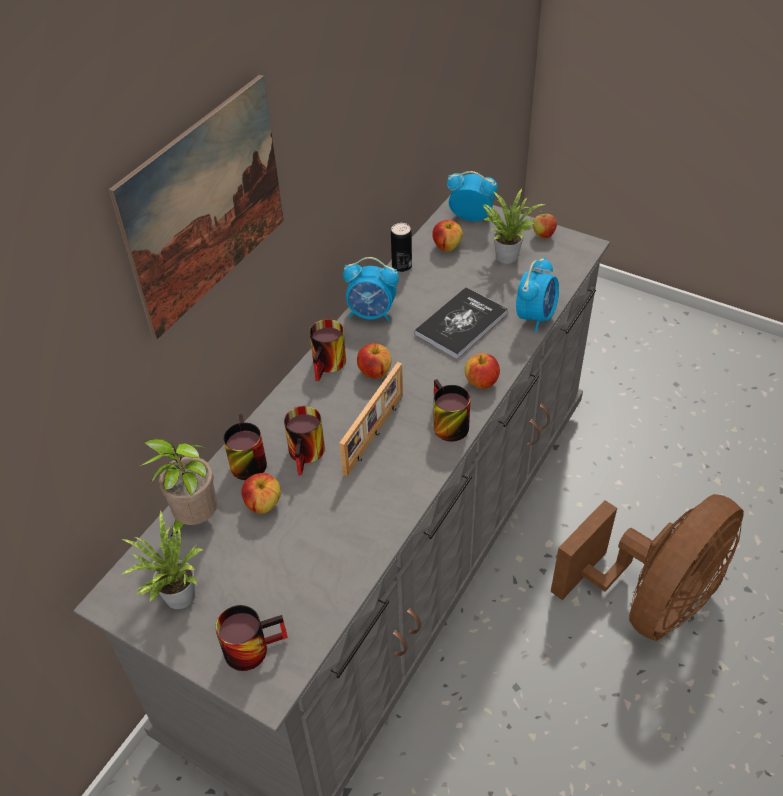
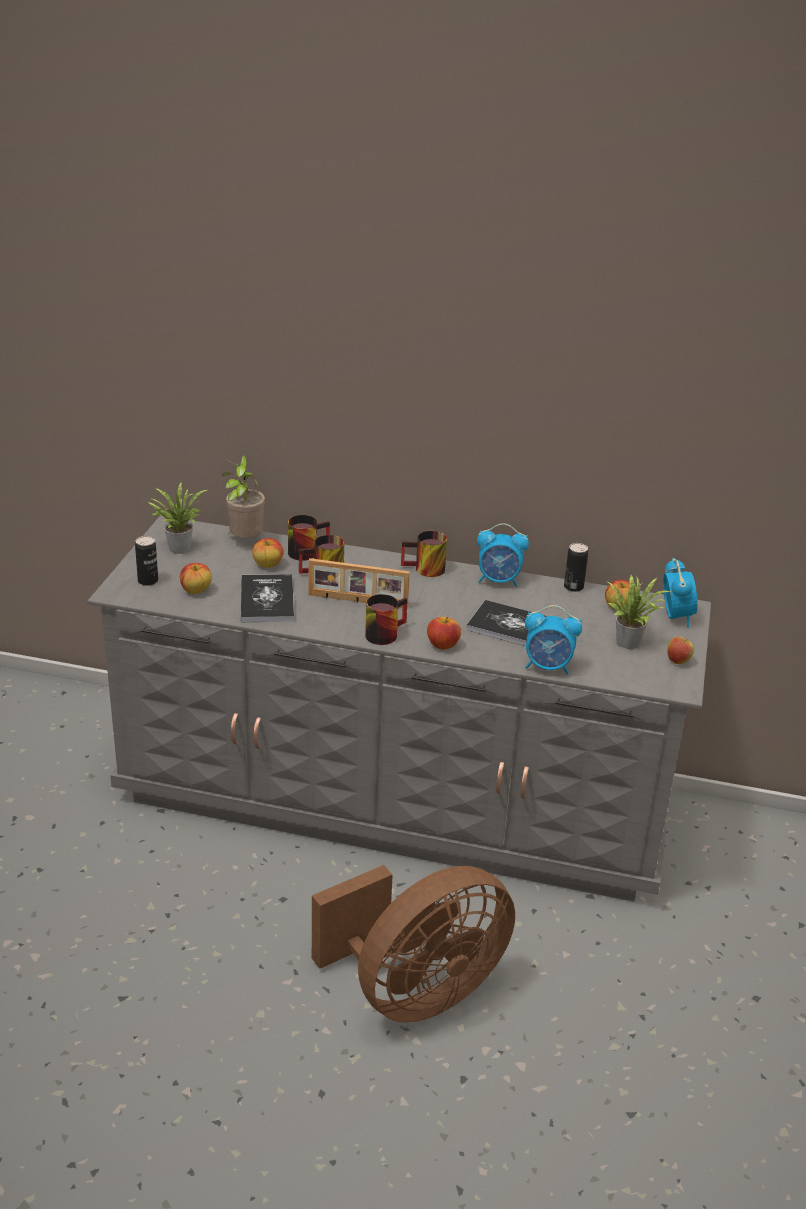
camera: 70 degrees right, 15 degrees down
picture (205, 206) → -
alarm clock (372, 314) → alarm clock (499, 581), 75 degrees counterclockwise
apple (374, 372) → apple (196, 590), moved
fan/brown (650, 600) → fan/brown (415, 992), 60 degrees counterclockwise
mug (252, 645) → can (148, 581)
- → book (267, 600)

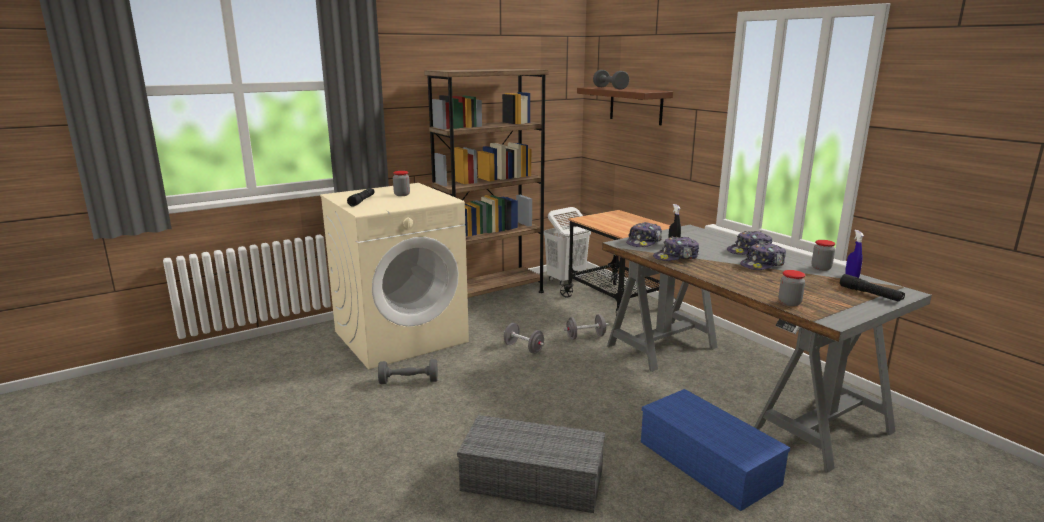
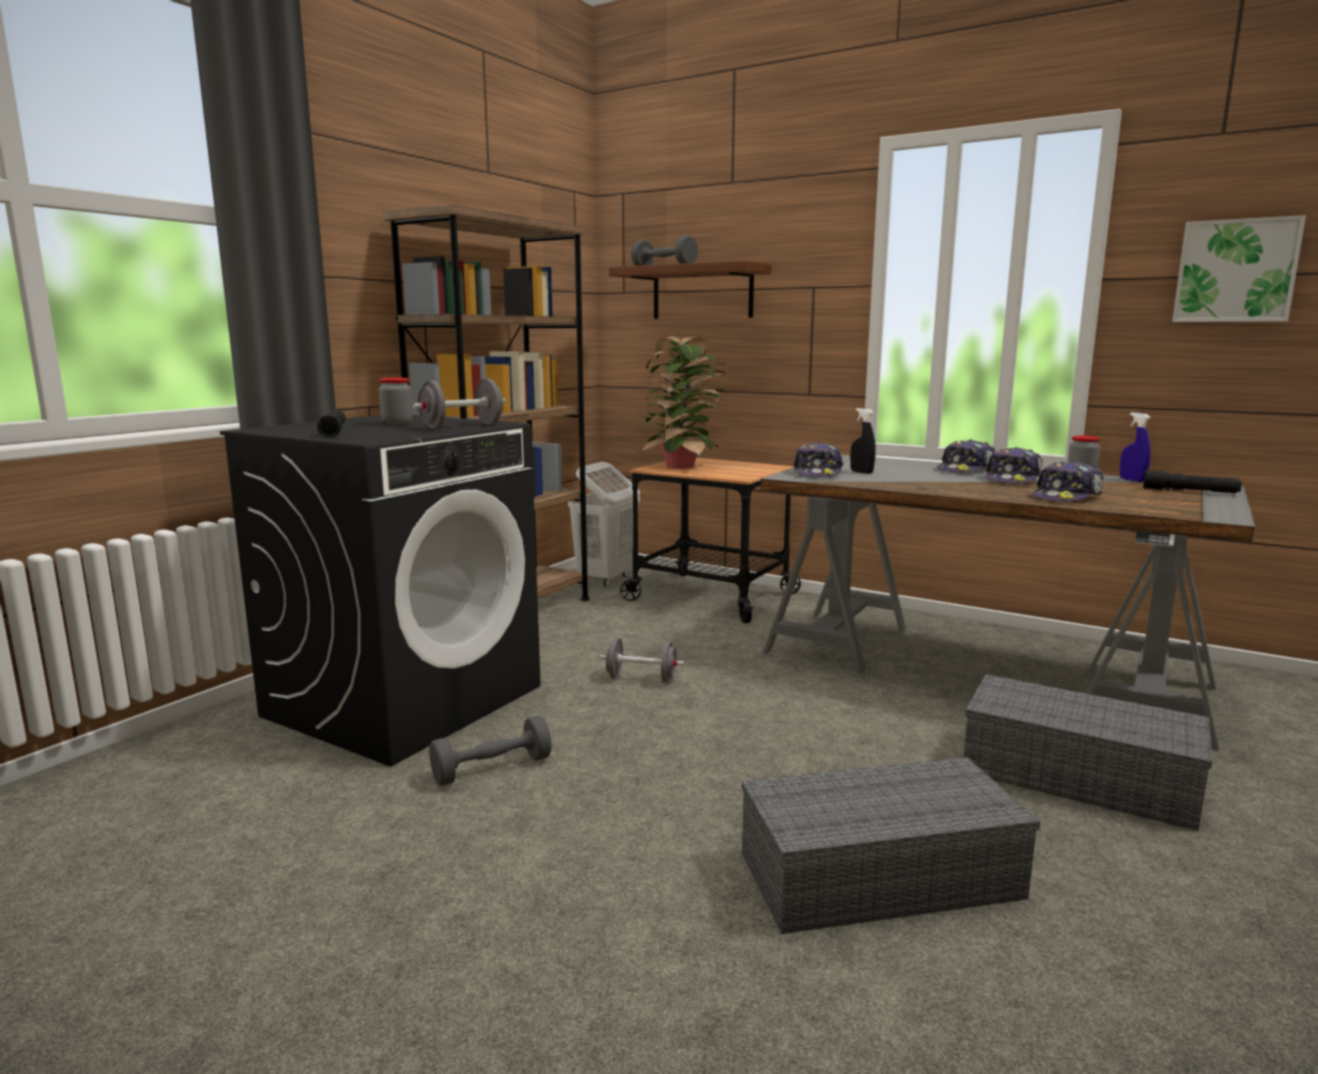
camera: 25 degrees left, 5 degrees down
washing machine/beige (401, 336) → washing machine/black (405, 700)
cap (676, 257) → cap (1067, 497), moved
jar (789, 303) → -
dumbbell/grey (585, 337) → dumbbell/grey (462, 426), moved
storage box/blue (710, 463) → storage box/grey (1081, 776)
- → picture (1235, 271)
- → potted plant (683, 466)

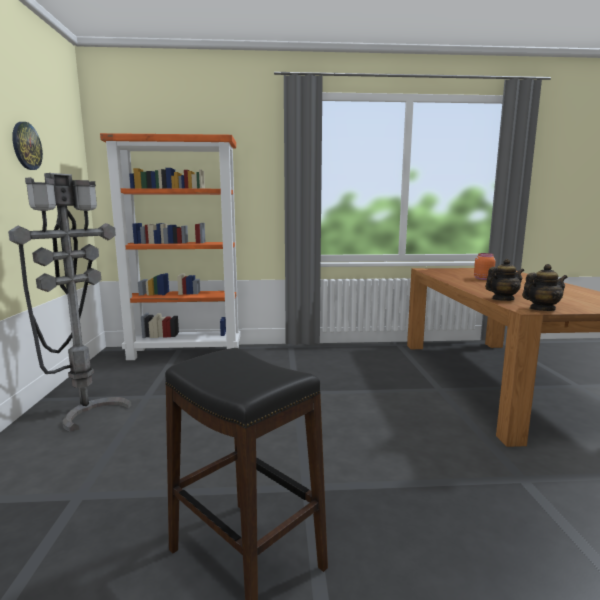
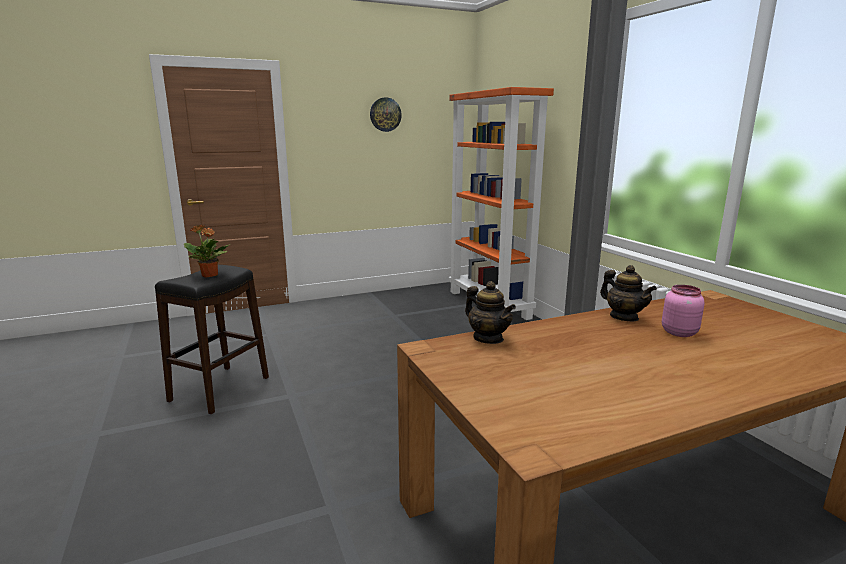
camera: 70 degrees right, 5 degrees up
floor lamp/grey (87, 410) → -
jar/orange (482, 278) → jar/pink (679, 332)
teapot (541, 309) → teapot (624, 317), moved
- → potted plant (210, 275)

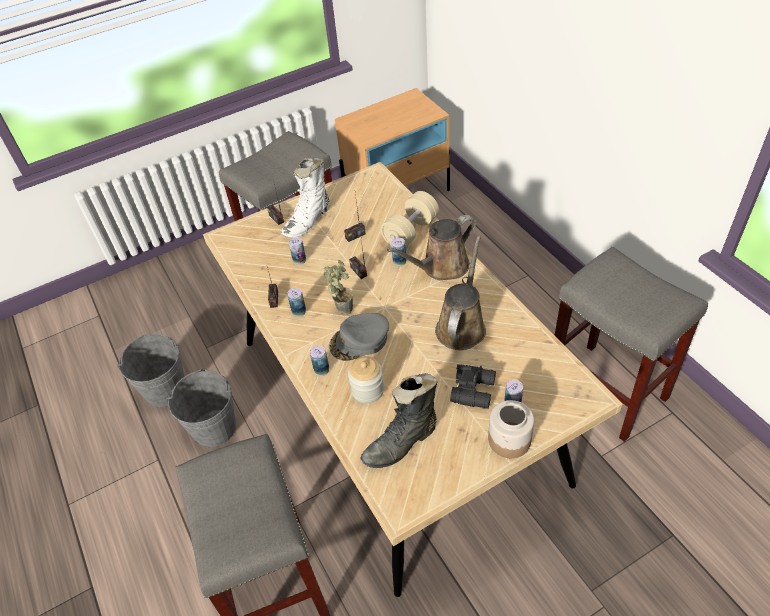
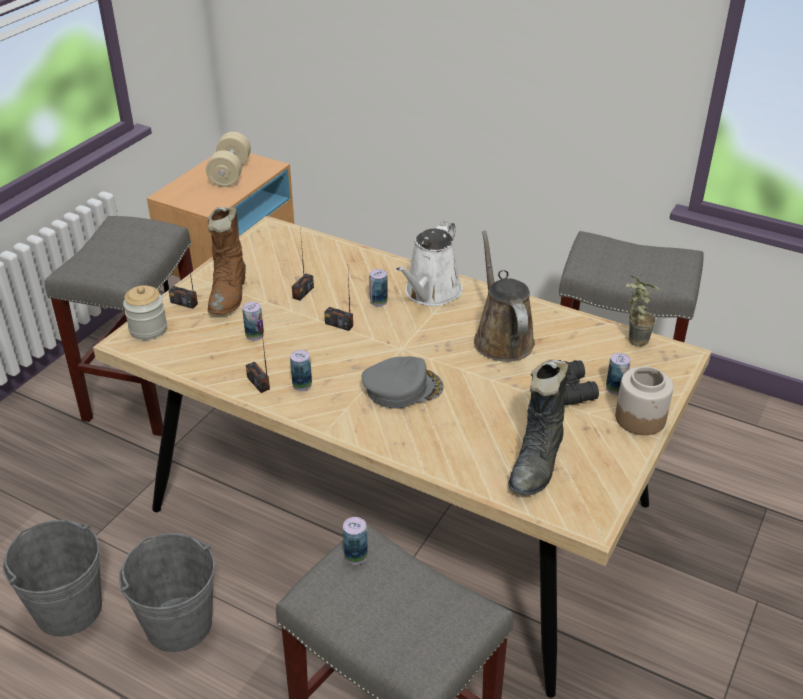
camera: 35 degrees left, 10 degrees down
boot/white (308, 221) → boot/brown (229, 294)
dumbbell/beige (410, 232) → dumbbell/beige (230, 173), moved
watering can/brown (441, 267) → watering can/white (430, 293)
potted plant (343, 306) → potted plant (632, 339), moved
cap/grey (360, 341) → cap/grey (402, 388), 135 degrees counterclockwise
can (321, 370) → can (355, 556), moved
jar (367, 390) → jar (148, 329), moved

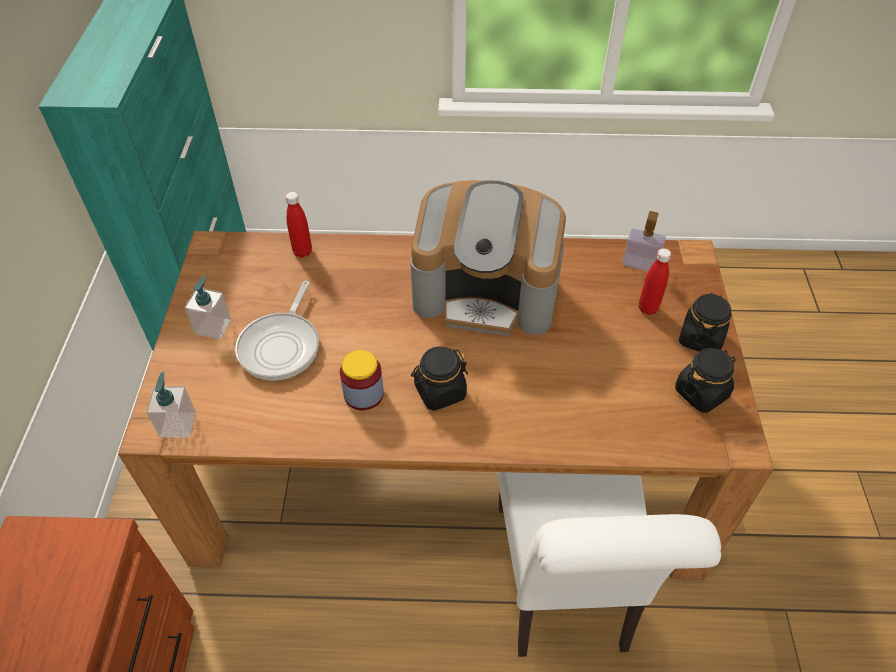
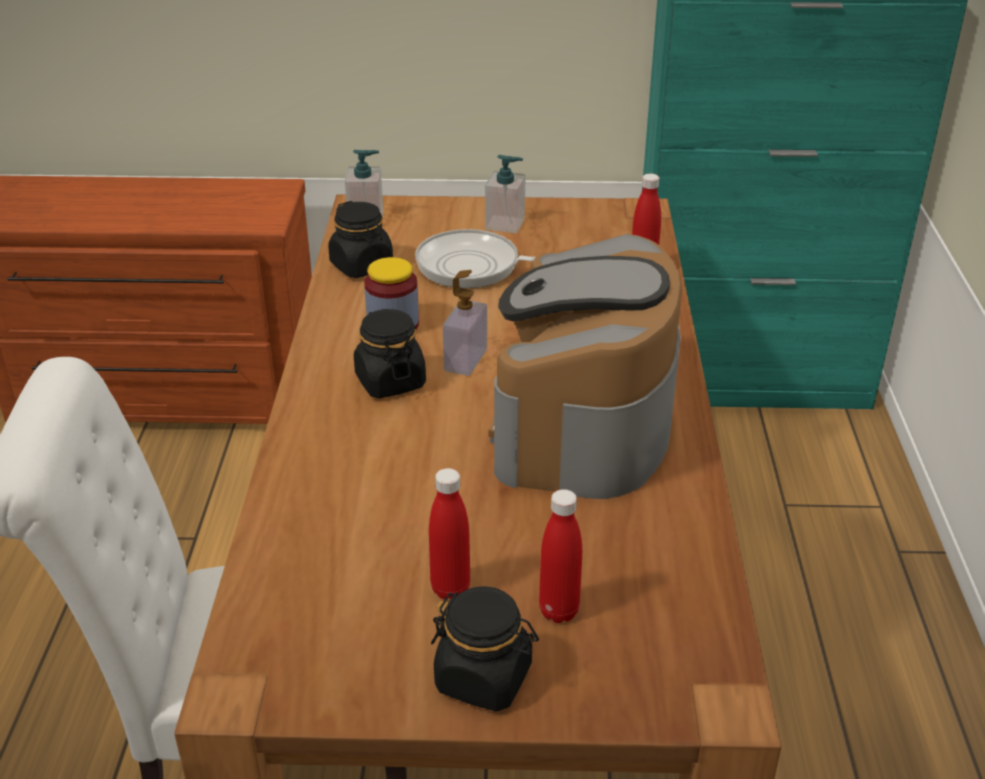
camera: 90 degrees right, 15 degrees down
soap dispenser (640, 263) → soap dispenser (465, 360), moved
jar/black (701, 392) → jar/black (362, 266), moved
- → bottle/red (450, 589)

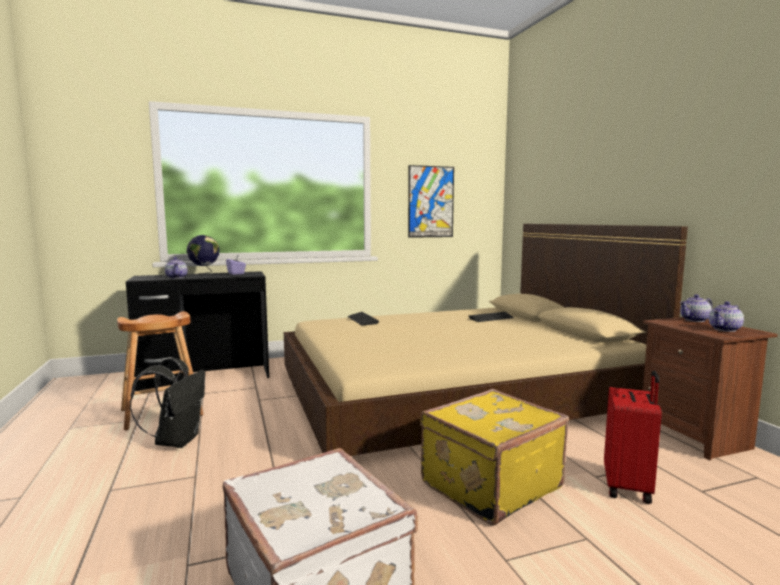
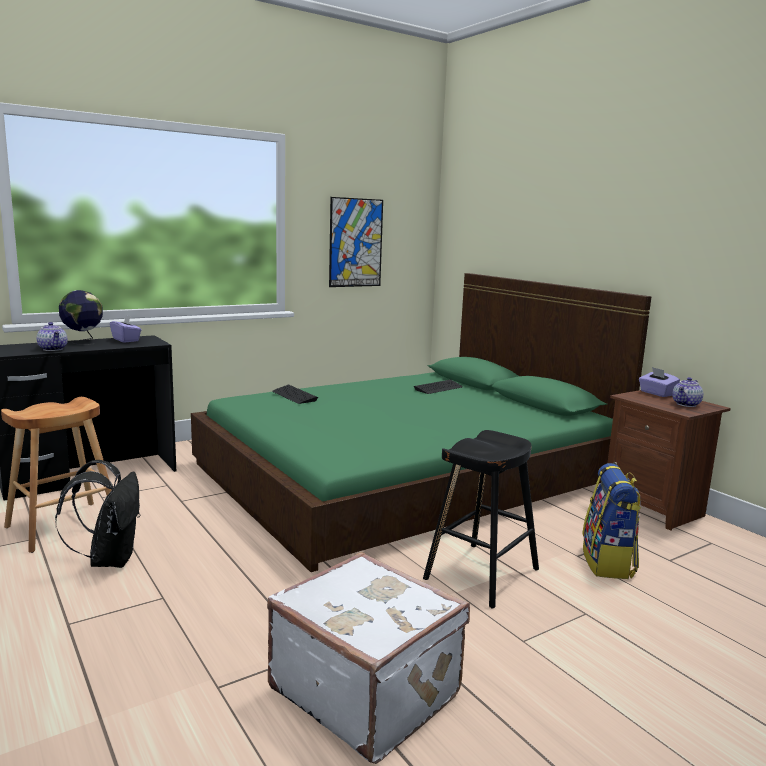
camera: 15 degrees left, 5 degrees up
bed/beige (457, 389) → bed/green (409, 473)
teapot (695, 320) → tissue box/purple (656, 393)
suitcase/red (628, 487) → backpack (608, 563)
suitcase/yellow (488, 484) → stool/black (482, 574)

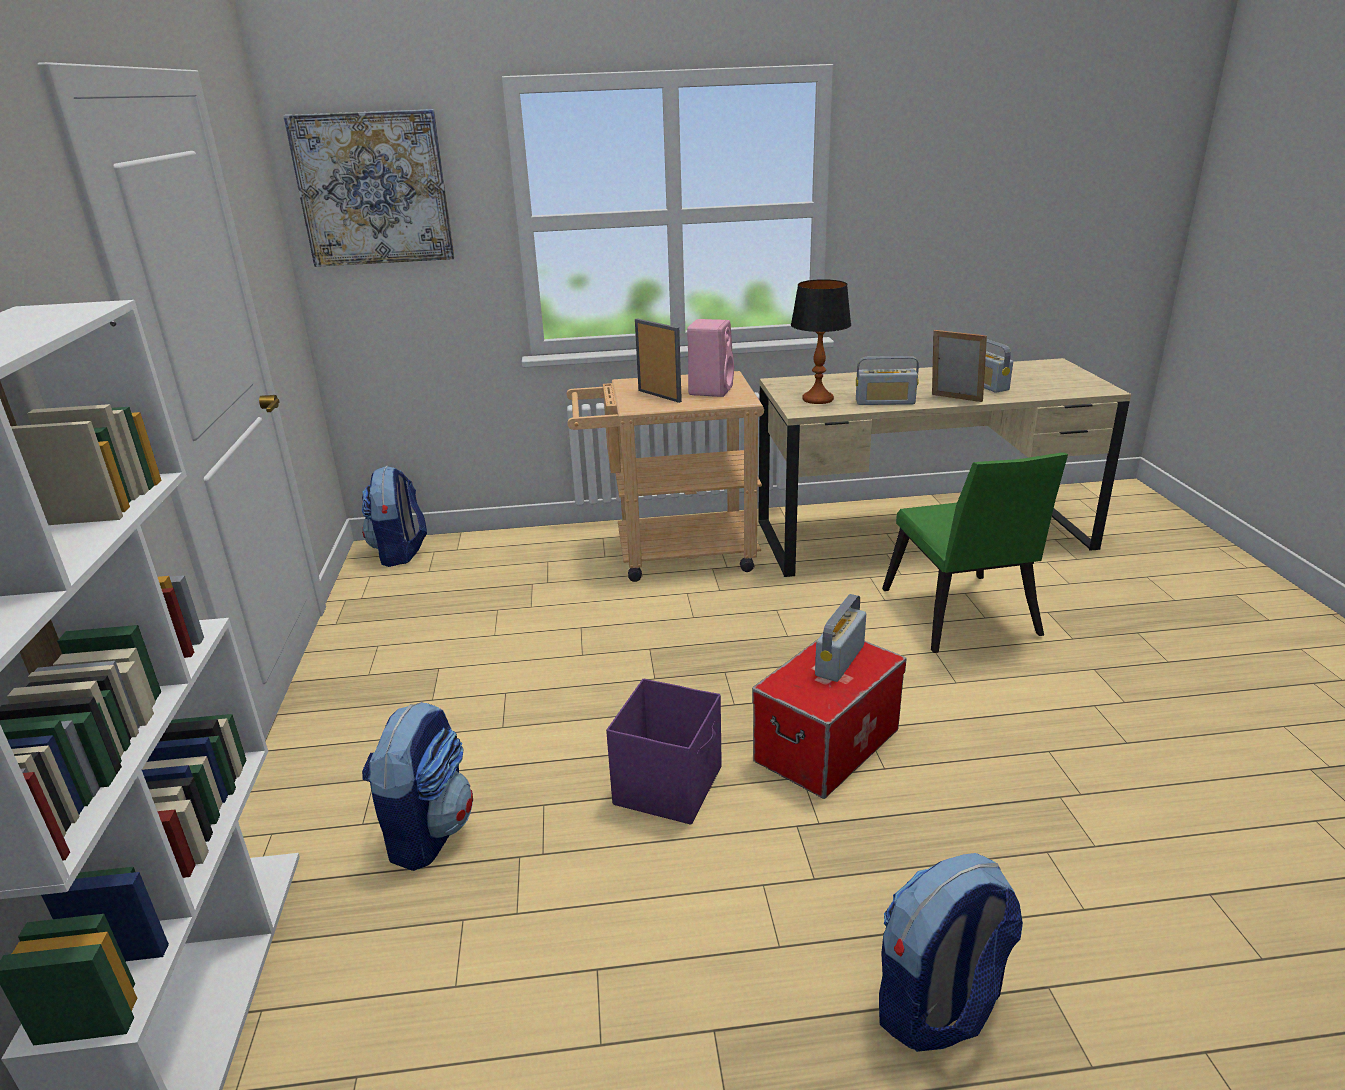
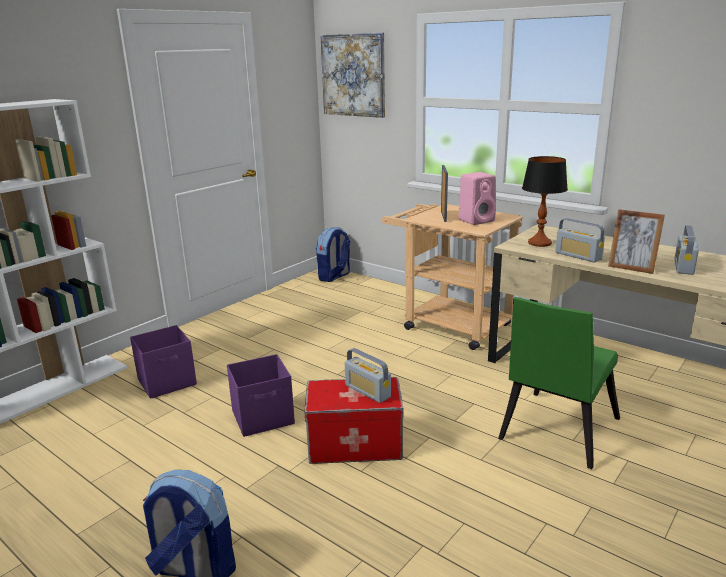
camera: 45 degrees right, 5 degrees down
picture frame (954, 400) → picture frame (631, 268), 135 degrees clockwise
radio (839, 660) → radio (367, 391), 120 degrees counterclockwise
backpack (428, 831) → storage box/purple (168, 382)

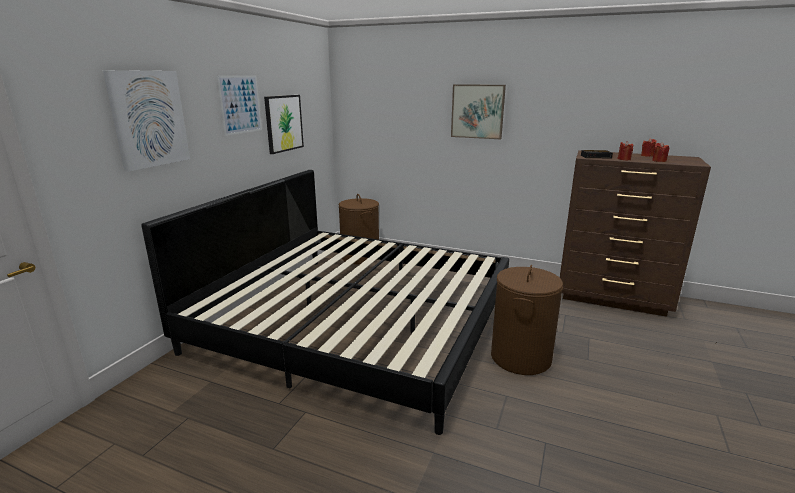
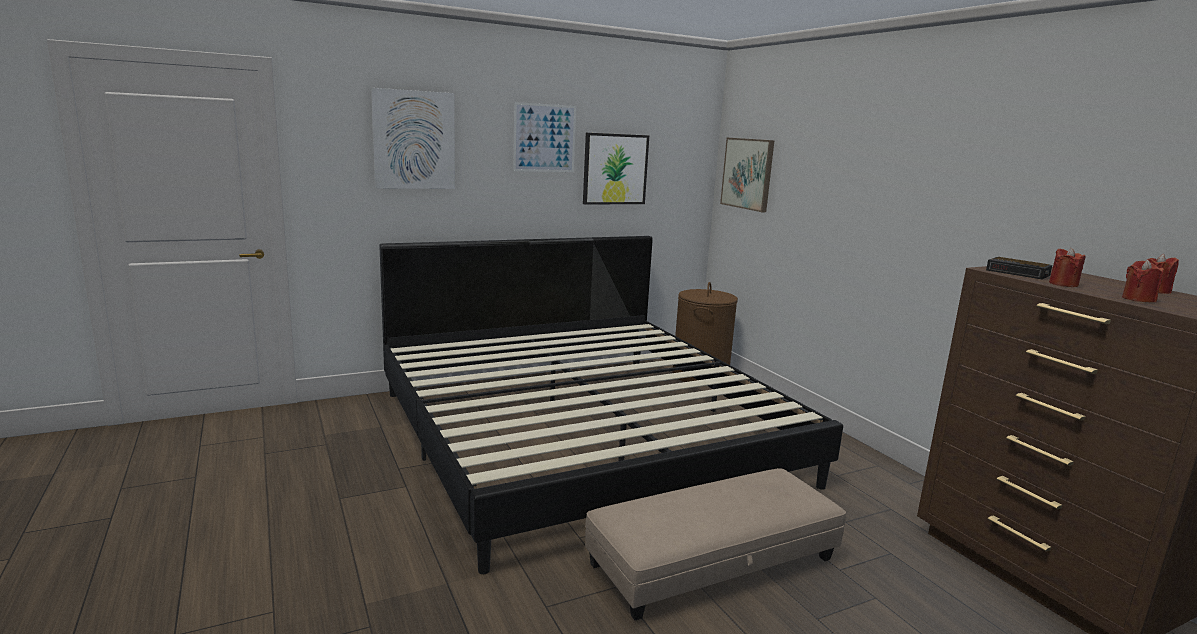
camera: 40 degrees right, 5 degrees down
picture (477, 111) → picture (747, 173), moved
laundry basket/brown (520, 357) → ottoman/beige (713, 562)

